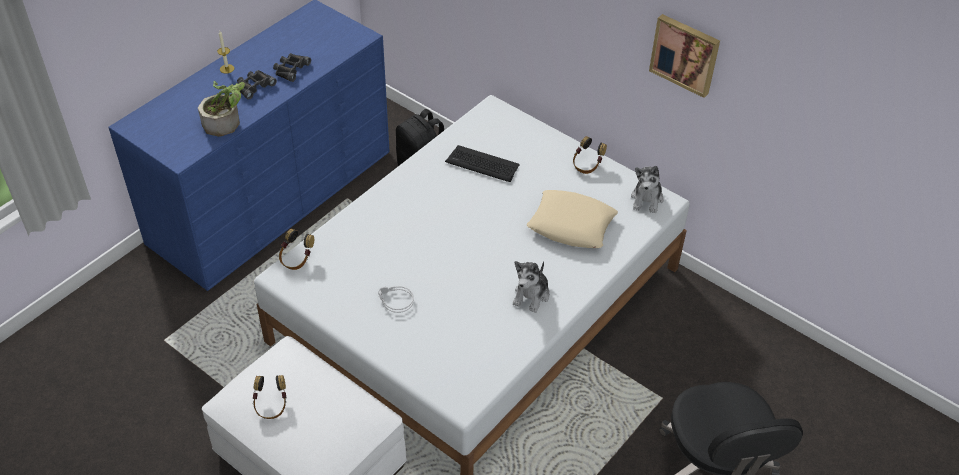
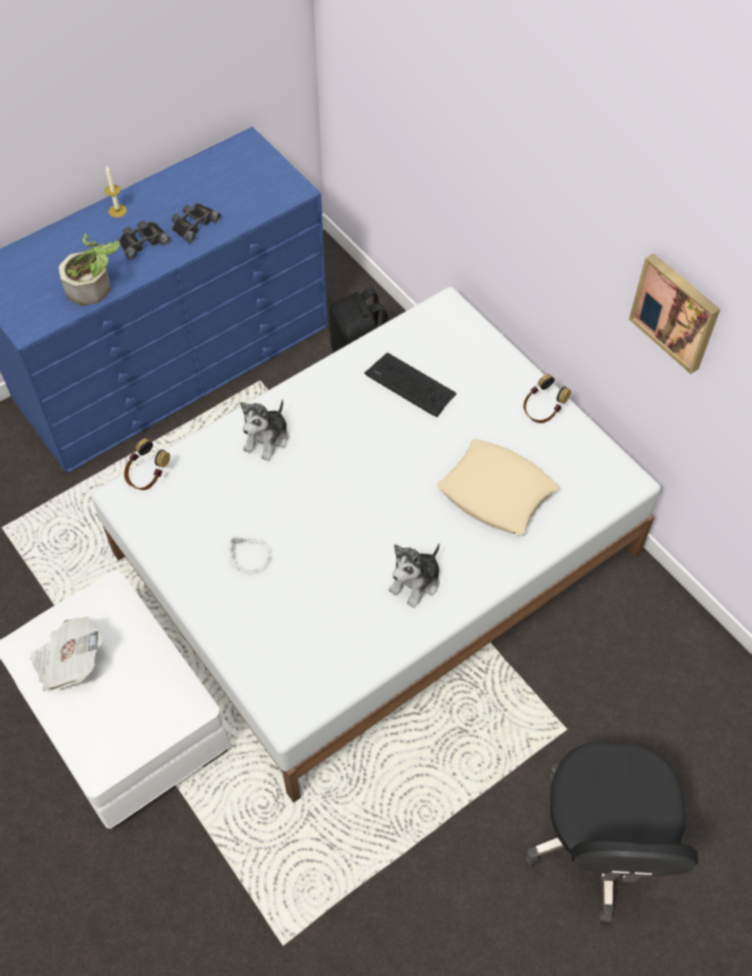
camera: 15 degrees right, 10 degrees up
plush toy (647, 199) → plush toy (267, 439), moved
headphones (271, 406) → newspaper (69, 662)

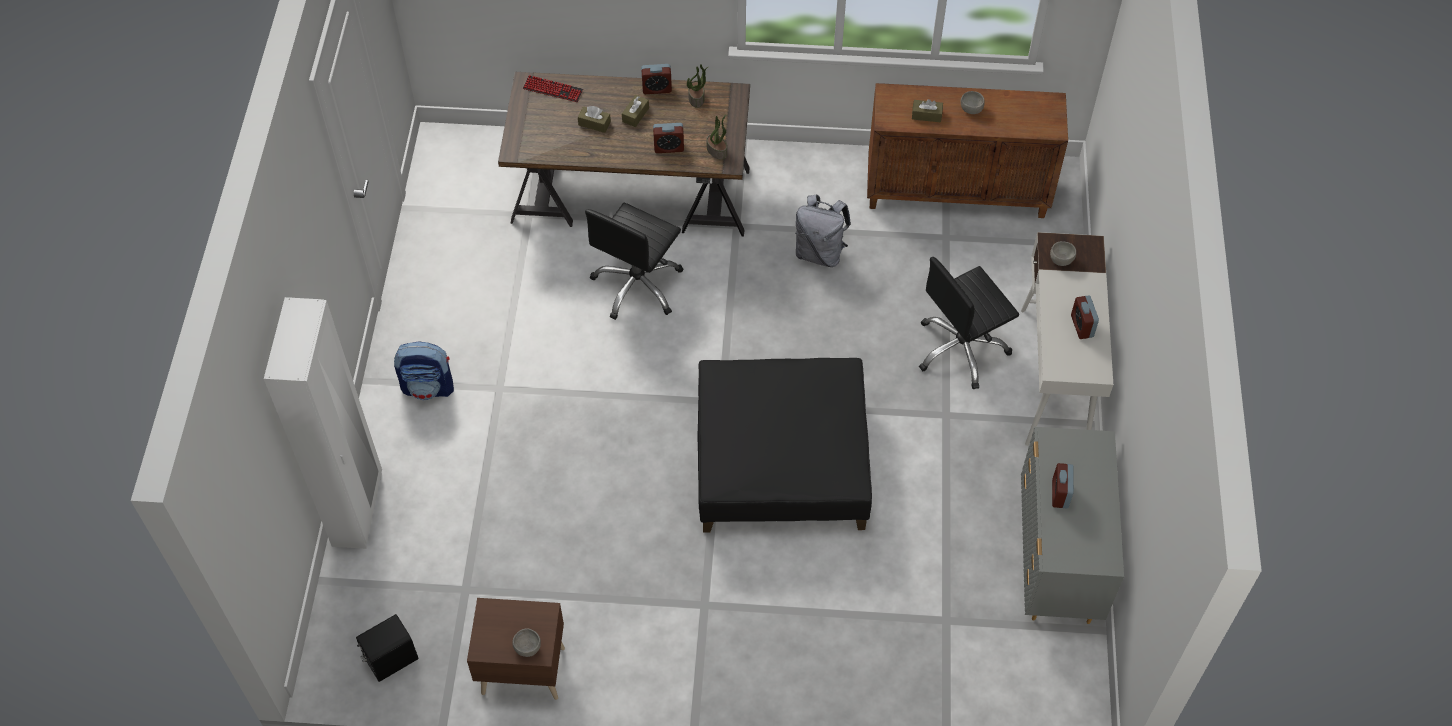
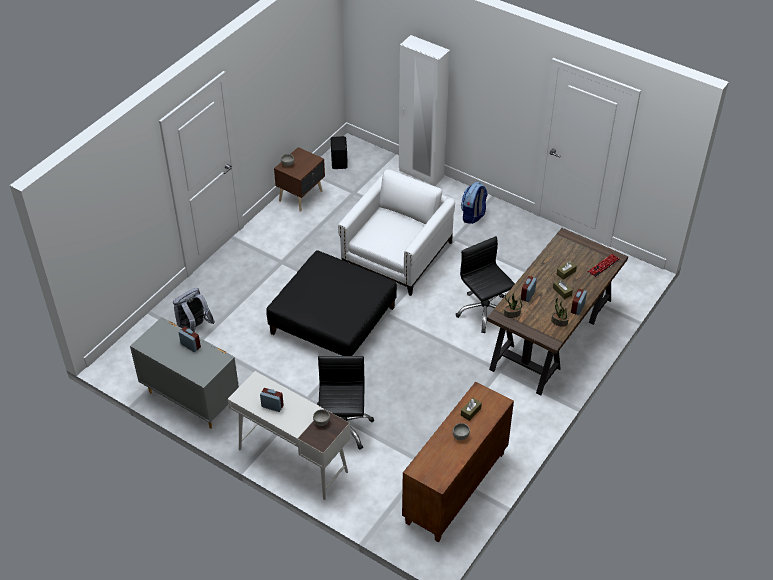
camera: 120 degrees right, 10 degrees down
backpack/grey (820, 252) → backpack/grey (194, 328), moved
- → armchair/white (397, 255)

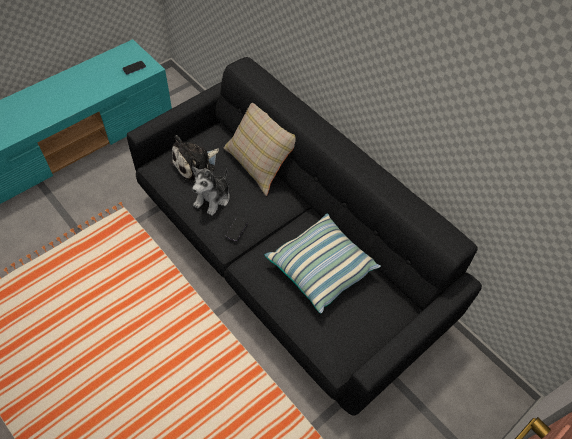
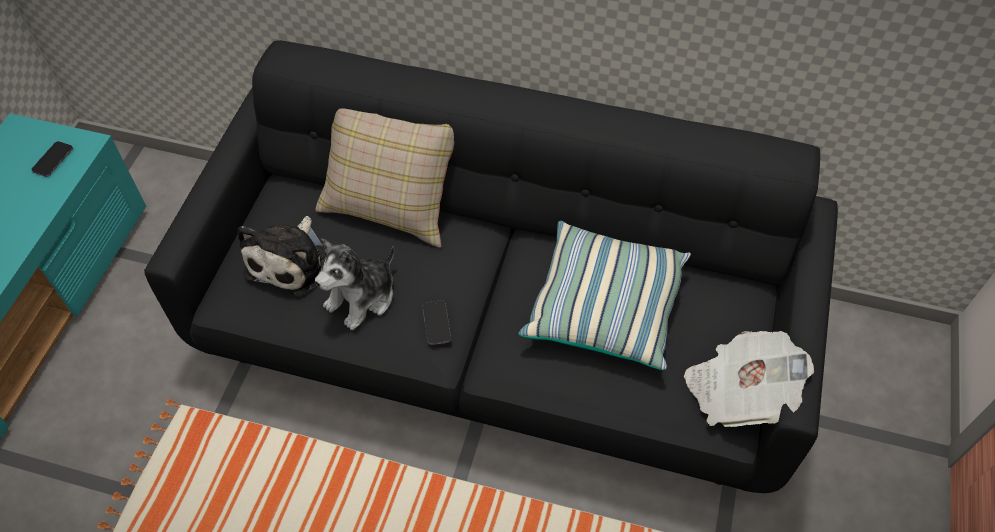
camera: 30 degrees left, 0 degrees up
plush toy (213, 198) → plush toy (362, 298), 45 degrees clockwise
- → newspaper (738, 391)

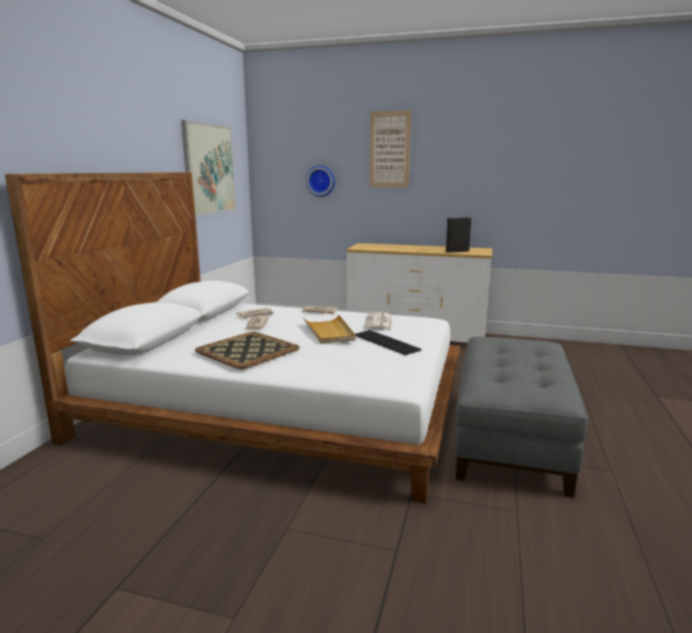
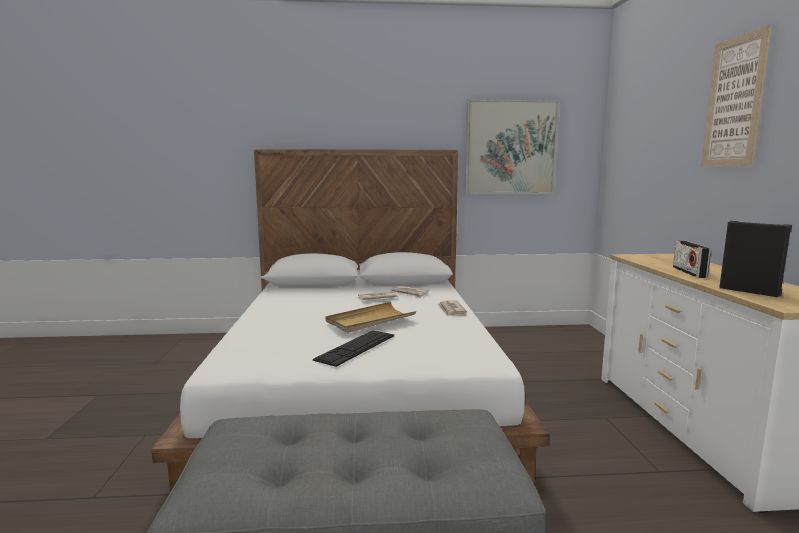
camera: 70 degrees right, 5 degrees down
wall clock (321, 181) → -
newspaper (379, 322) → -
tray (247, 350) → -
- → radio (689, 272)

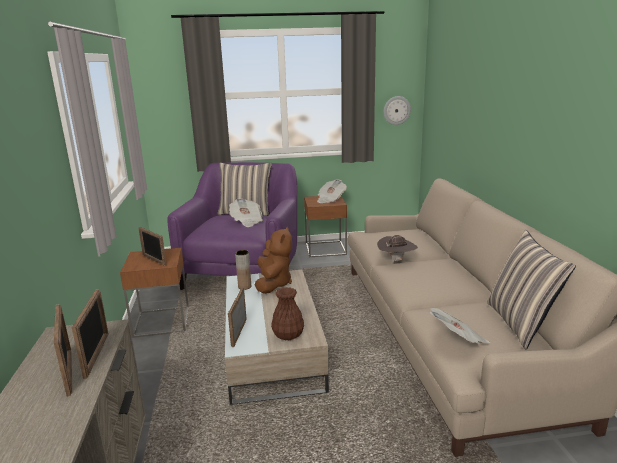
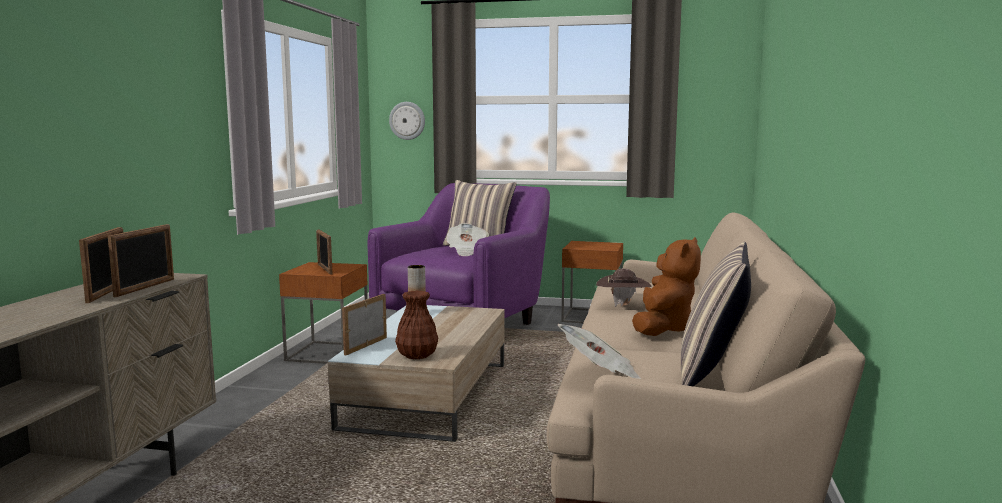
camera: 20 degrees right, 10 degrees down
wall clock (396, 110) → wall clock (407, 120), moved
newspaper (330, 199) → -
plush toy/brown (273, 284) → plush toy/brown (663, 329), moved

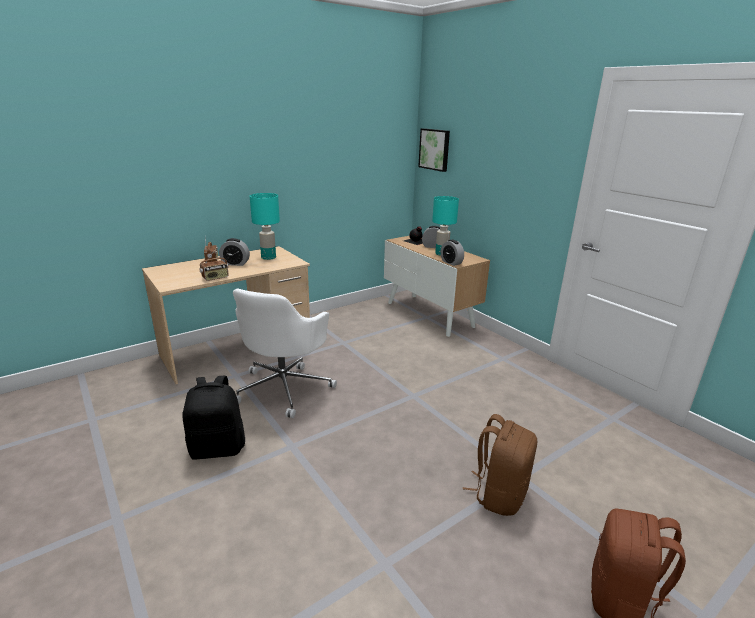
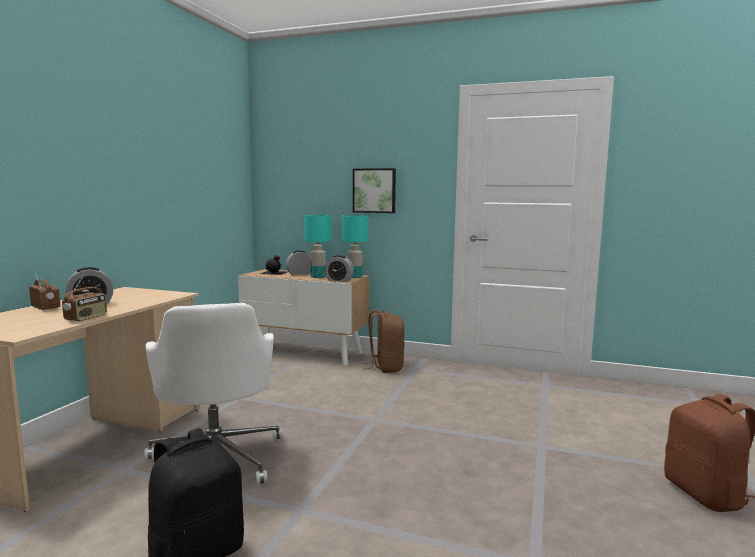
camera: 35 degrees left, 15 degrees down
picture (435, 149) → picture (374, 190), moved
table lamp/turquoise (268, 257) → table lamp/turquoise (354, 277), moved
backpack/brown (499, 494) → backpack/brown (385, 367), moved

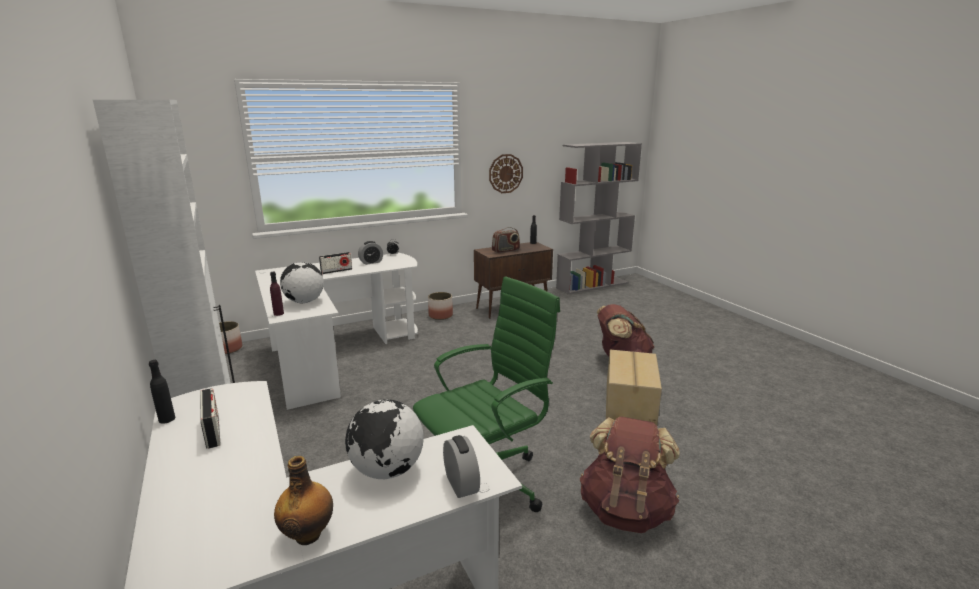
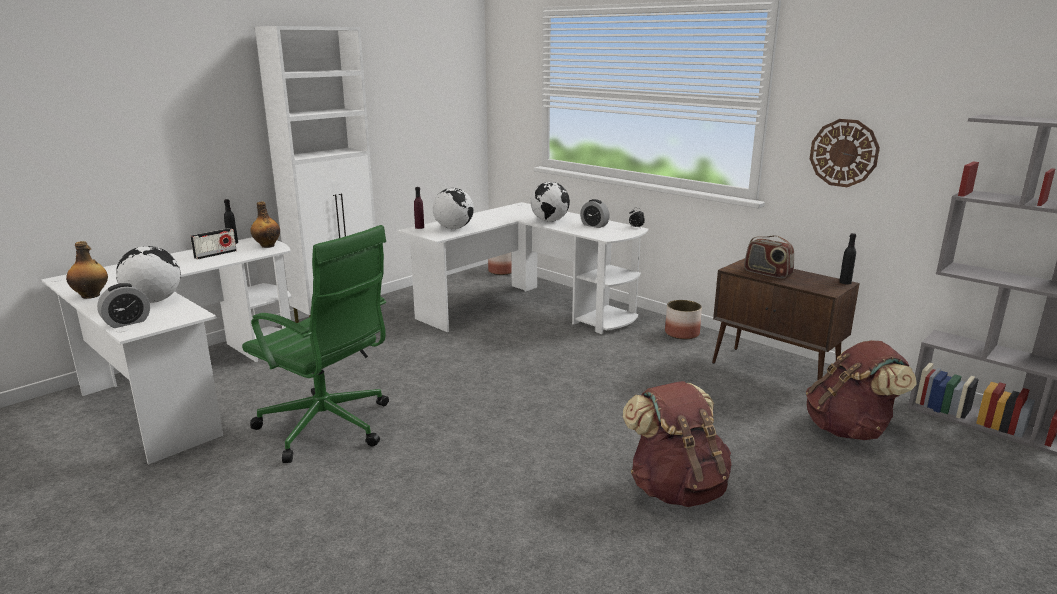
camera: 70 degrees right, 0 degrees up
radio (336, 271) → globe (549, 221)
cardboard box (631, 403) → -
backpack/brown (626, 510) → backpack/brown (850, 430), moved
- → bottle (267, 246)

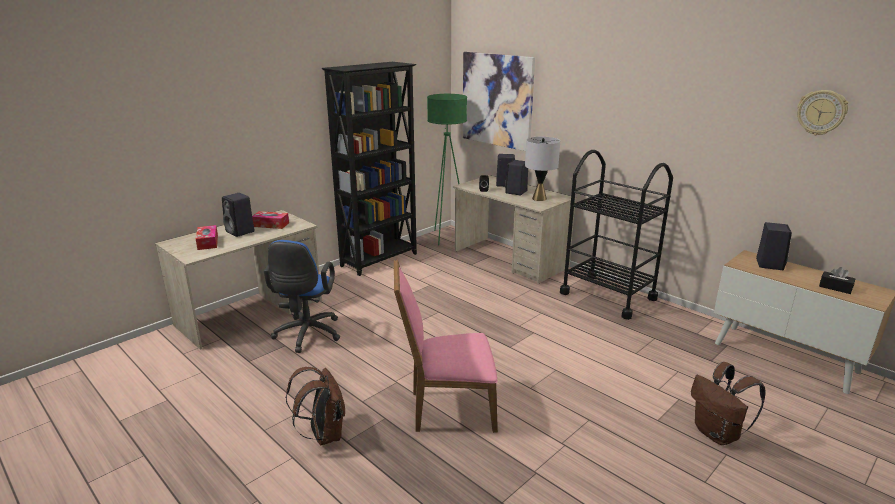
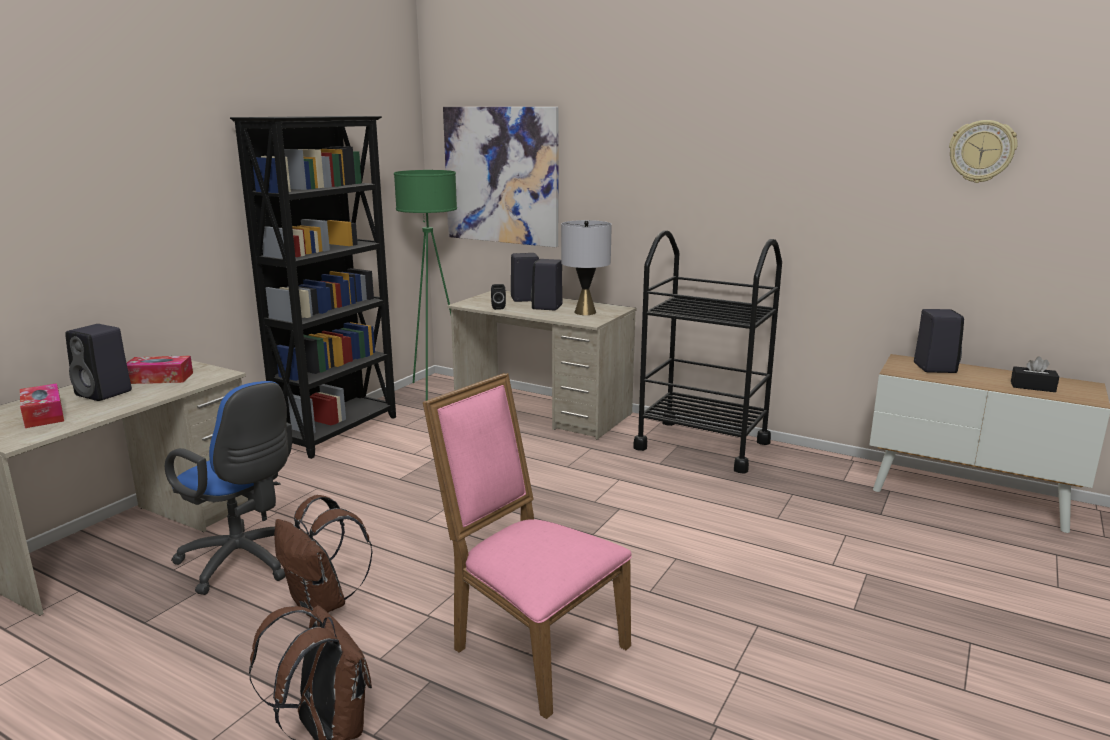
camera: 15 degrees left, 5 degrees down
office chair/blue (306, 335) → office chair/blue (245, 563), 45 degrees counterclockwise
chair/pink (447, 409) → chair/pink (531, 646), 60 degrees clockwise
backpack/brown (718, 434) → backpack/brown (323, 604), moved

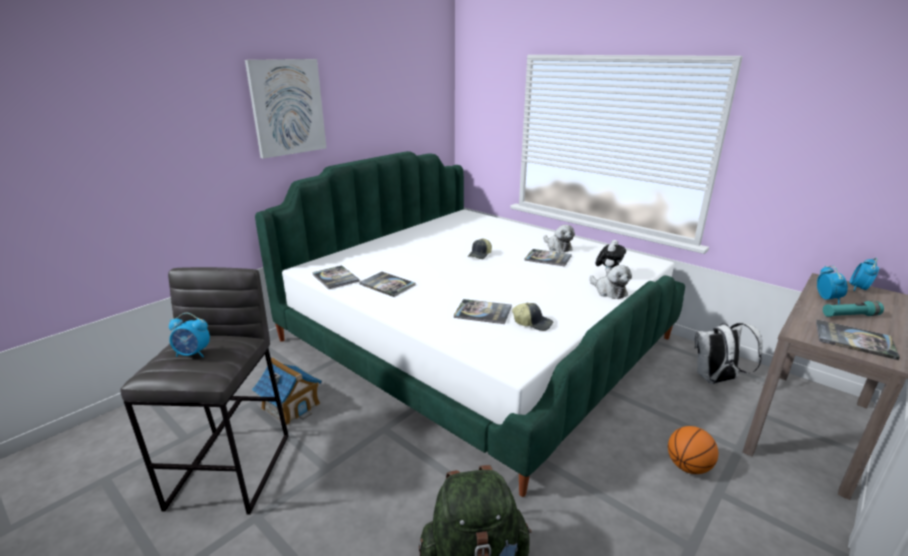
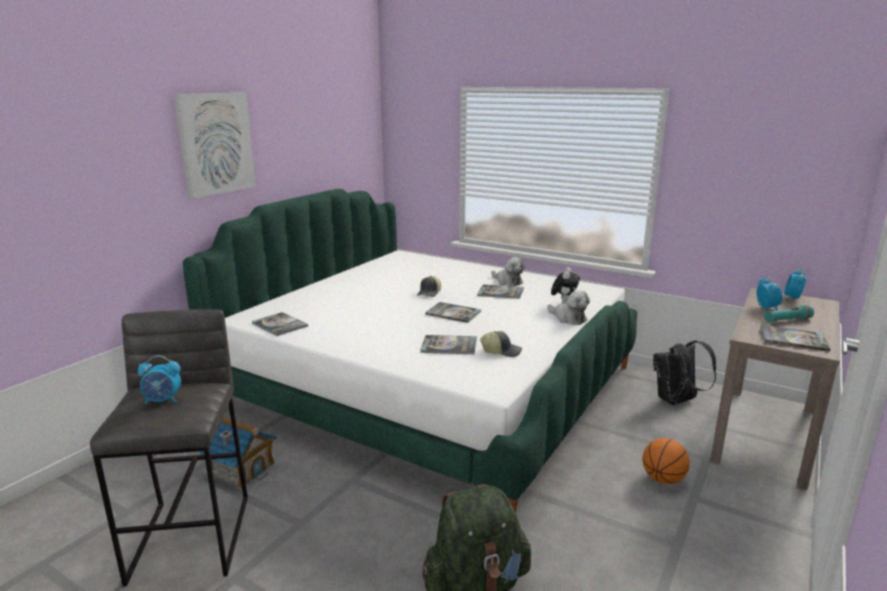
camera: 10 degrees left, 5 degrees down
book (387, 285) → book (453, 313), moved
backpack/white (716, 379) → backpack/black (676, 401)

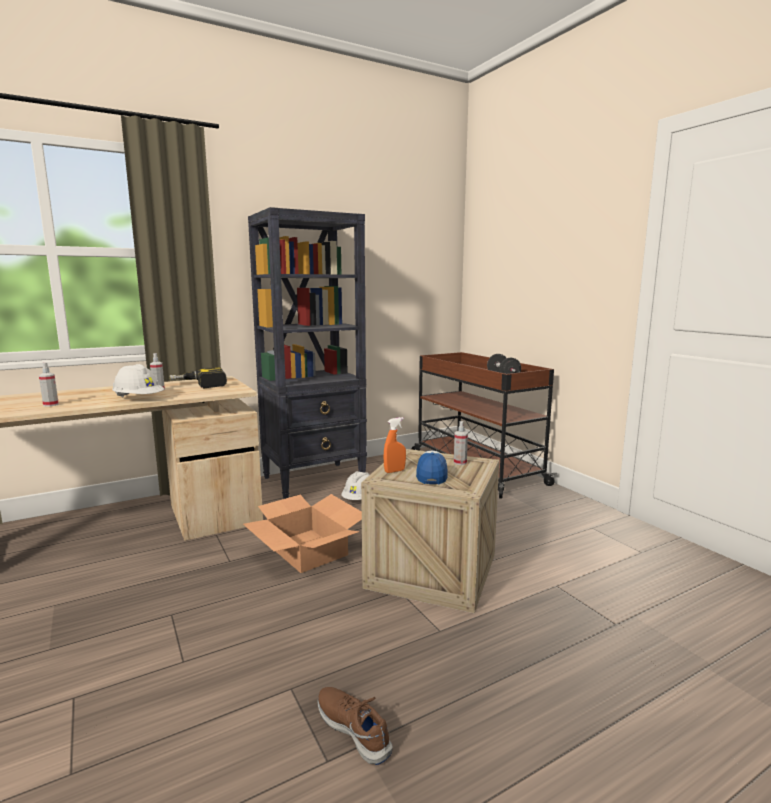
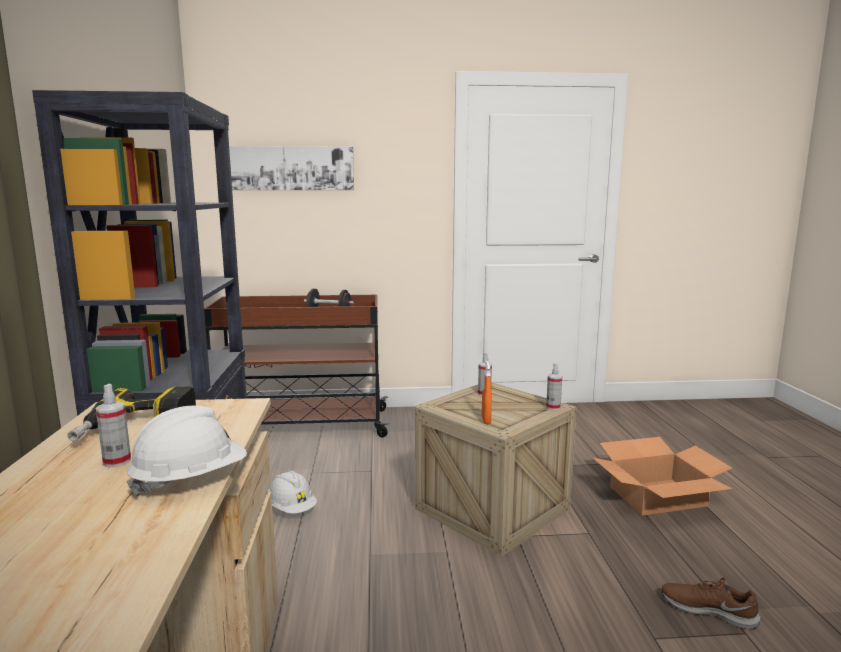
camera: 65 degrees left, 0 degrees up
spray bottle (51, 405) → spray bottle (553, 407), moved
cap (431, 475) → -
cardboard box (307, 550) → cardboard box (657, 496), moved
shoe/brown (354, 728) → shoe/brown (708, 609), 45 degrees clockwise
- → picture (290, 168)

